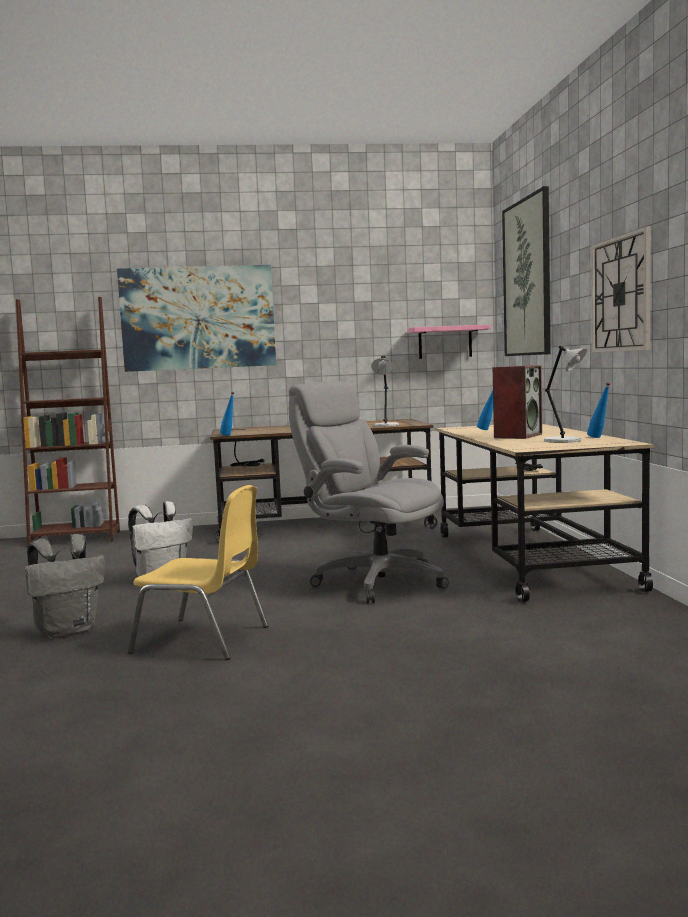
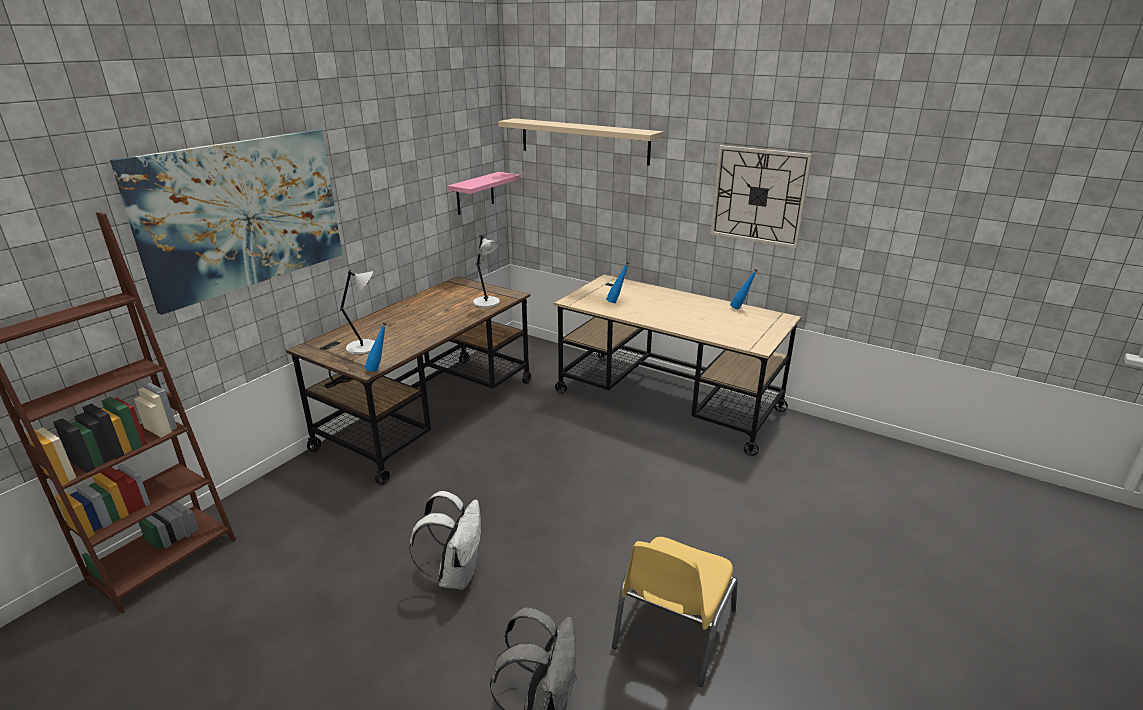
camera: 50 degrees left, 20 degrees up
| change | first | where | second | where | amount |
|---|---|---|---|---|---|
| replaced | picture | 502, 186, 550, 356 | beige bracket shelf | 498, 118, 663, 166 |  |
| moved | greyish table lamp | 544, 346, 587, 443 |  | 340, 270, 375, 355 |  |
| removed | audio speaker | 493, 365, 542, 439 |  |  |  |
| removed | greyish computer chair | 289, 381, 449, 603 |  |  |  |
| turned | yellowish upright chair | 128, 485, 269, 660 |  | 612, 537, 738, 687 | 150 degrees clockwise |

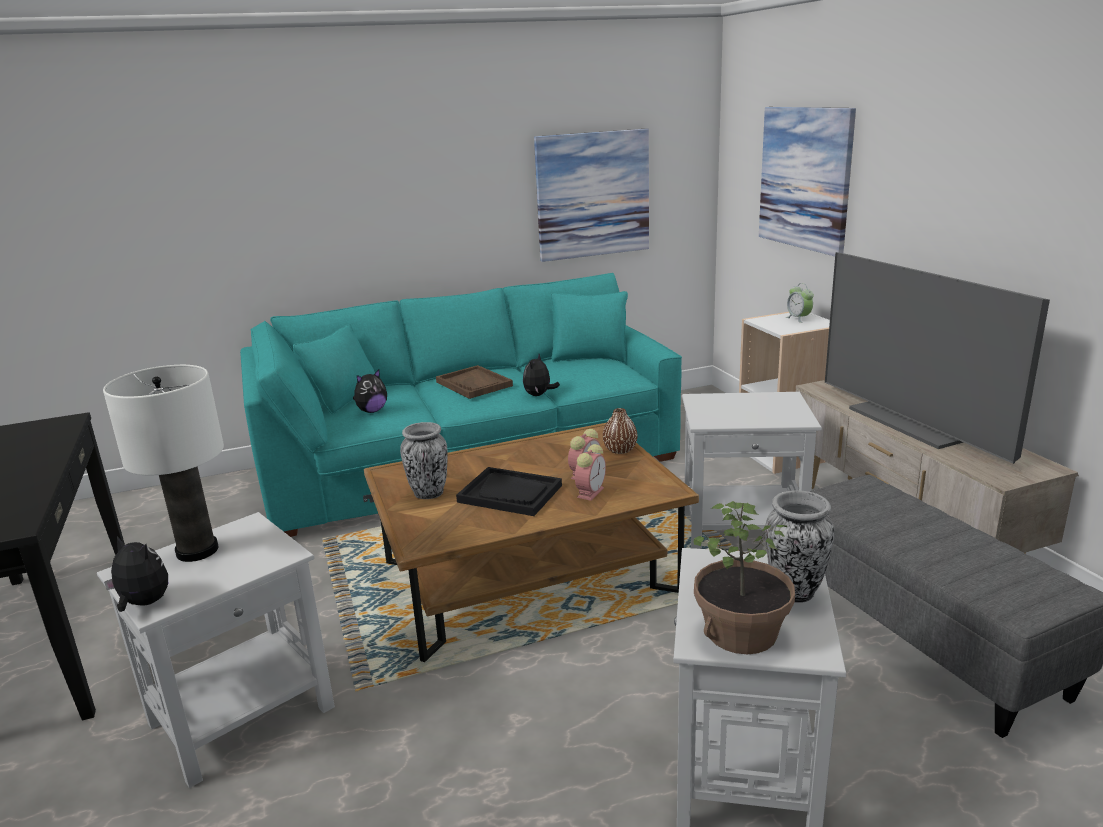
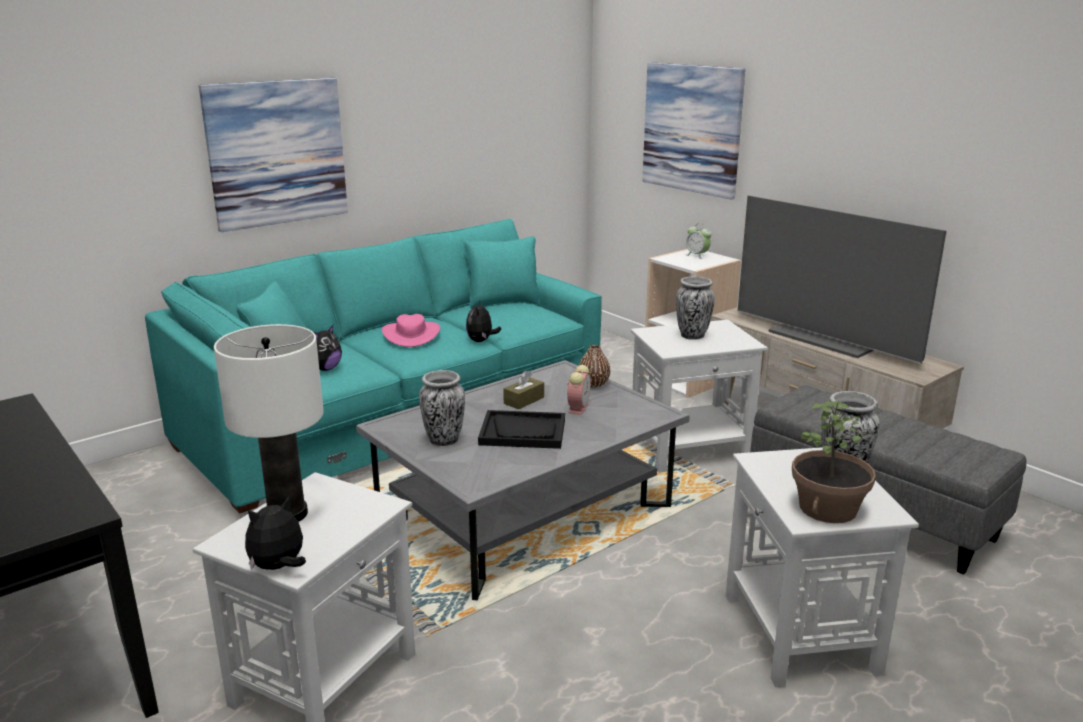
camera: 20 degrees left, 0 degrees up
| change | first | where | second | where | amount |
|---|---|---|---|---|---|
| moved | picture | 534, 129, 649, 262 |  | 199, 78, 348, 232 |  |
| replaced | brown-coloured carrying tray | 436, 365, 513, 399 | pink-coloured clothing hat | 382, 314, 440, 347 |  |
| recoloured | brown-coloured coffee table | 364, 423, 699, 662 | greyish coffee table | 356, 360, 690, 600 |  |
| removed | table clock | 575, 444, 606, 501 |  |  |  |
| turned | cuddly toy | 104, 536, 168, 612 |  | 245, 496, 306, 570 | 45 degrees counterclockwise |
| added |  |  | decorative vase | 676, 276, 715, 340 |  |
| added |  |  | brown-coloured tissue box | 503, 370, 544, 410 |  |

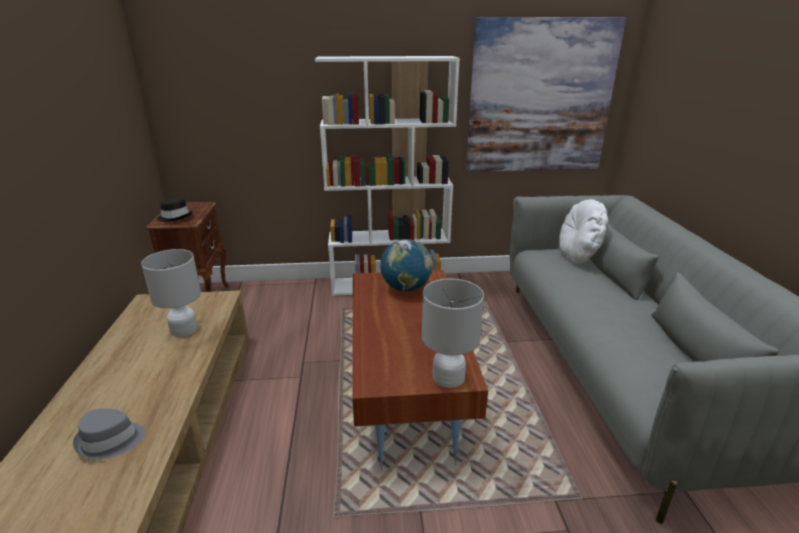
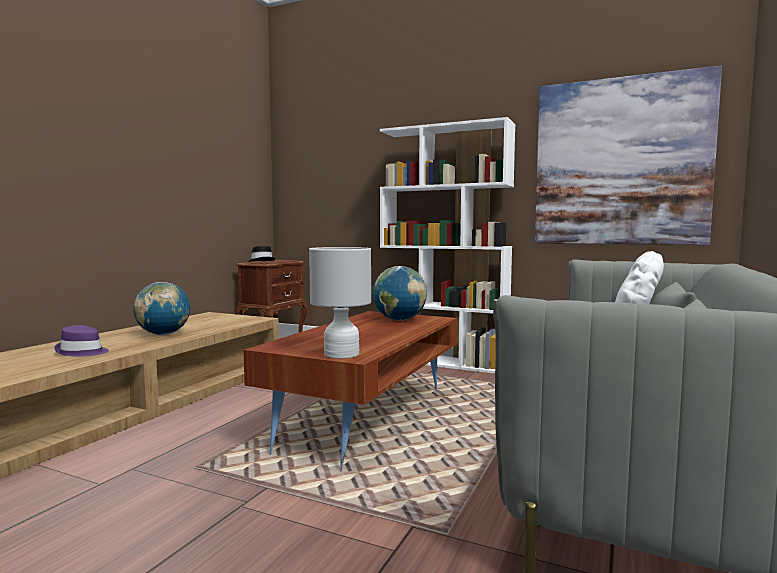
camera: 30 degrees right, 20 degrees down
| change | first | where | second | where | amount |
|---|---|---|---|---|---|
| removed | greyish table lamp | 141, 249, 201, 337 |  |  |  |
| recoloured | greyish clothing hat | 73, 409, 145, 460 | purple-coloured clothing hat | 54, 325, 109, 357 |  |
| added |  |  | desk globe | 133, 282, 190, 335 |  |

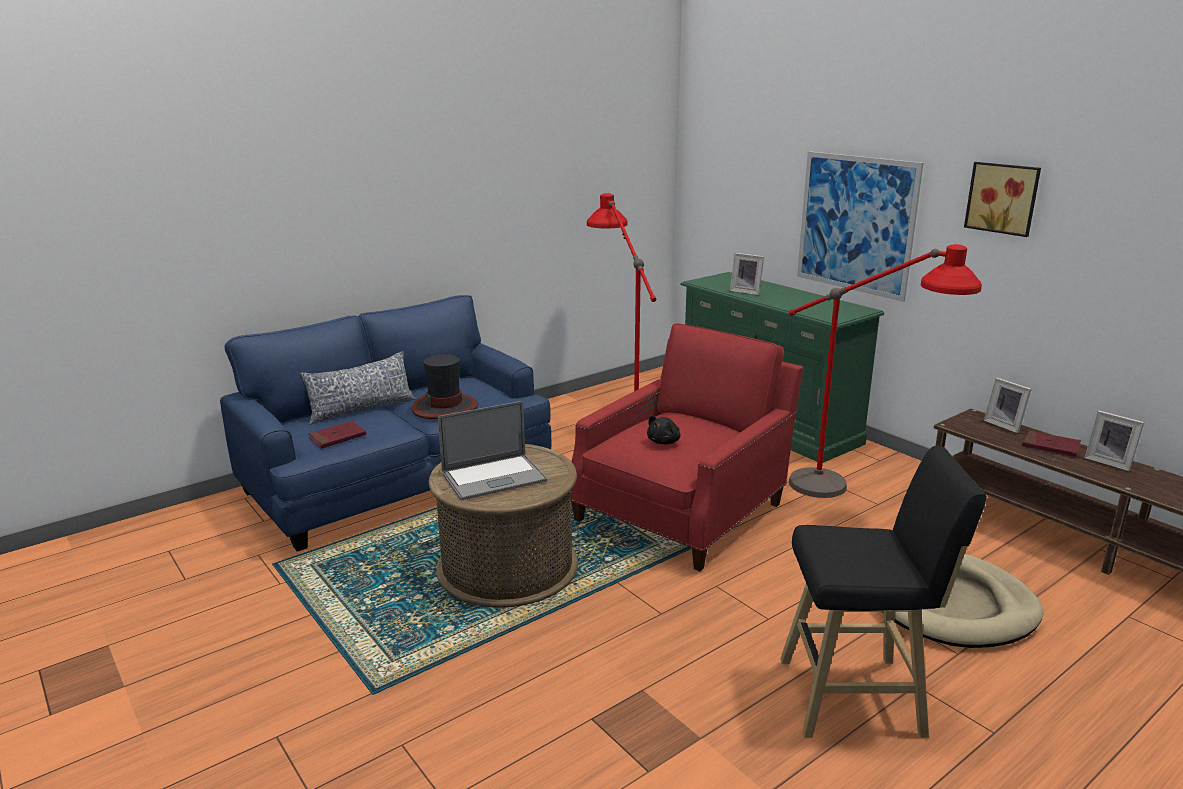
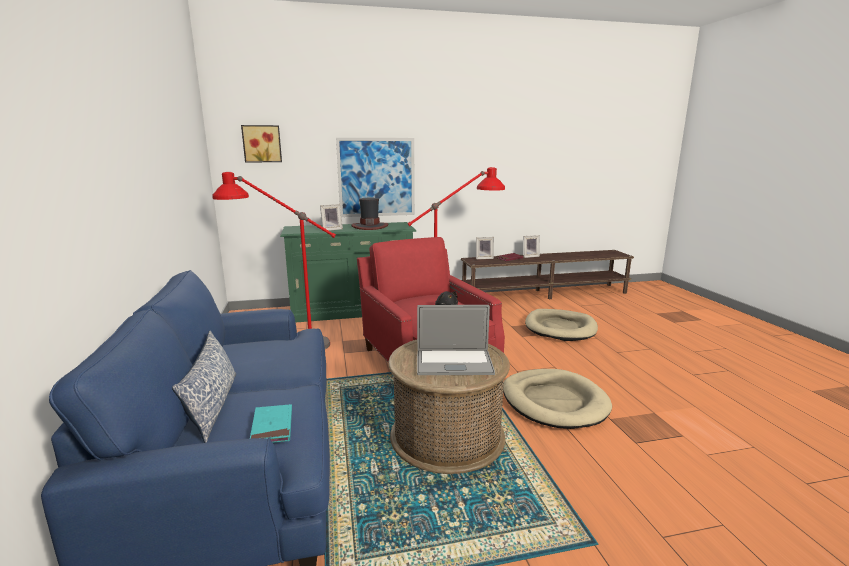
camera: 65 degrees left, 5 degrees down
| change | first | where | second | where | amount |
|---|---|---|---|---|---|
| moved | picture | 964, 162, 1041, 237 |  | 241, 125, 282, 163 |  |
| moved | clothing hat | 411, 355, 478, 419 |  | 351, 198, 388, 230 |  |
| turned | laptop | 438, 401, 547, 501 |  | 417, 305, 495, 375 | 90 degrees clockwise |
| recoloured | reddish book | 309, 421, 366, 449 | turquoise-coloured book | 250, 404, 292, 443 |  |
| removed | black-coloured stool seat | 780, 446, 986, 738 |  |  |  |
| added |  |  | beige dog bed | 503, 369, 612, 429 |  |

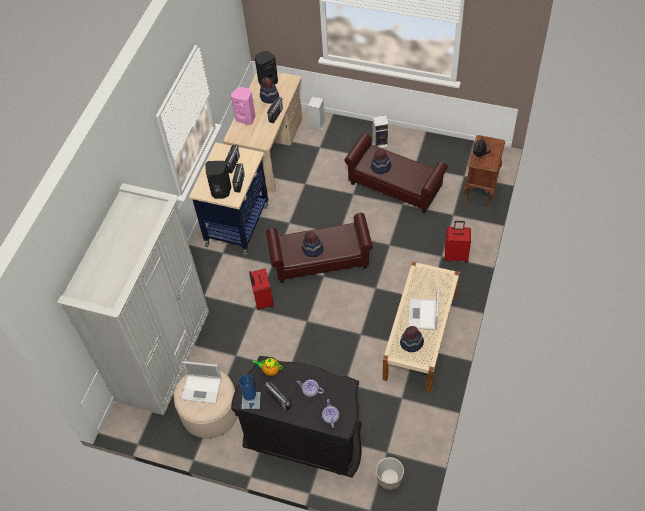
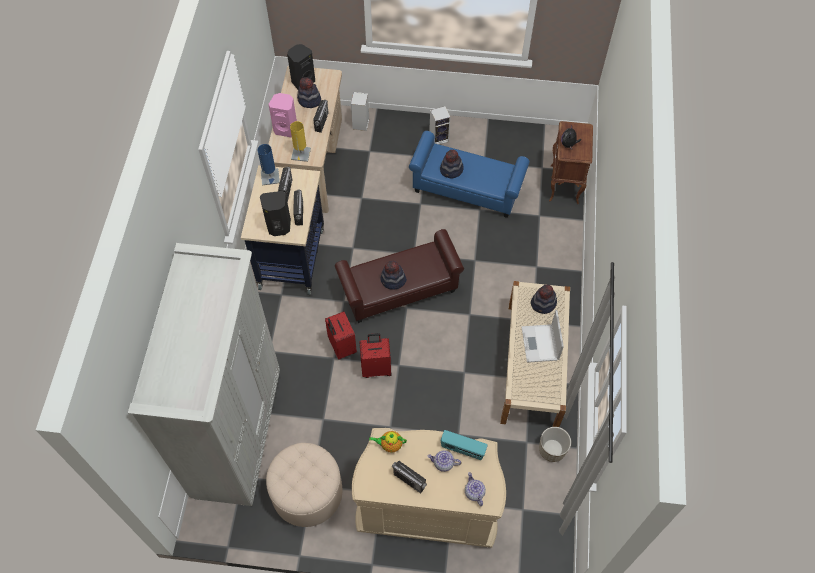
camera: 15 degrees left, 5 degrees up
| change | first | where | second | where | amount |
|---|---|---|---|---|---|
| recoloured | brown-coloured pouffe | 344, 133, 448, 213 | bluish pouffe | 409, 131, 530, 218 |  |
| moved | reddish suitcase | 445, 221, 471, 263 |  | 359, 333, 392, 378 |  |
| moved | clothing hat | 400, 326, 424, 352 |  | 531, 285, 557, 314 |  |
| recoloured | black-coloured dresser | 231, 356, 361, 477 | beige dresser | 352, 428, 506, 548 |  |
| removed | laptop | 181, 361, 222, 404 |  |  |  |
| moved | bluish table lamp | 239, 374, 261, 409 |  | 258, 144, 280, 185 |  |
| moved | flower pot | 376, 457, 404, 490 |  | 539, 427, 571, 462 |  |
| added |  |  | yellowish table lamp | 290, 121, 311, 162 |  |
| added |  |  | radio | 441, 430, 488, 460 |  |

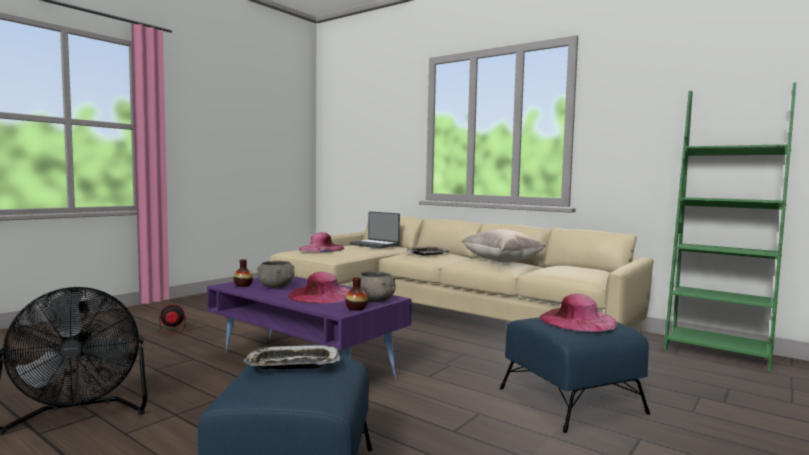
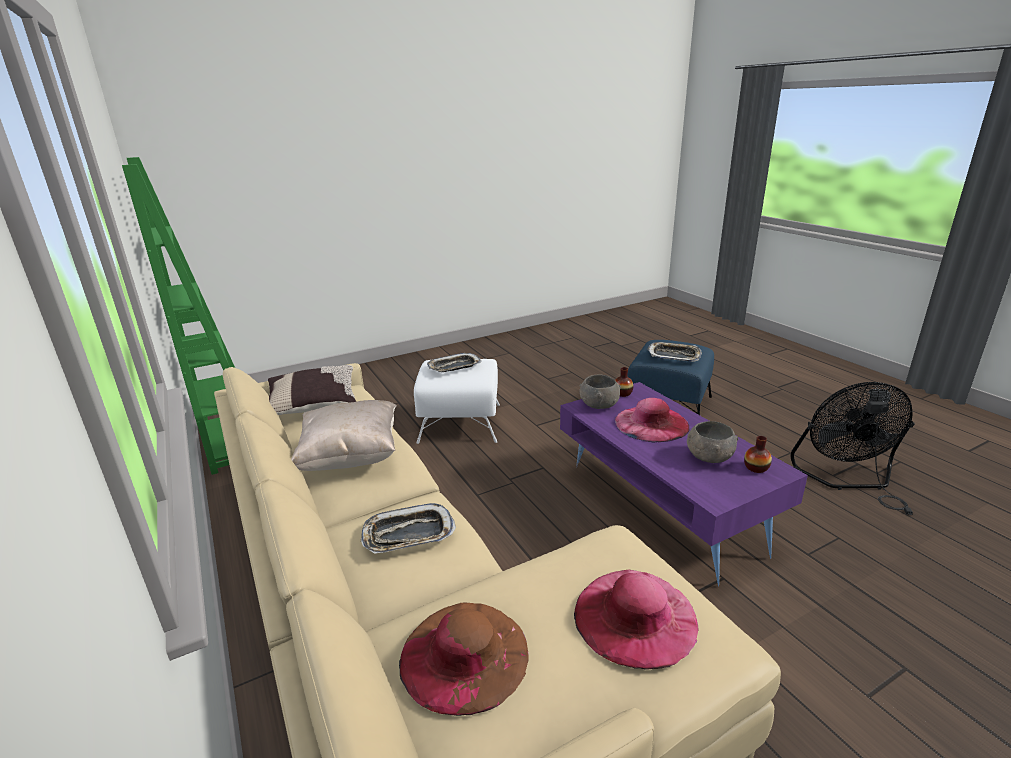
camera: 155 degrees left, 20 degrees up
| change | first | where | second | where | amount |
|---|---|---|---|---|---|
| replaced | laptop | 349, 212, 400, 248 | brown-coloured clothing hat | 399, 603, 529, 716 |  |
| replaced | pink-coloured clothing hat | 539, 294, 618, 332 | carrying tray | 427, 353, 482, 372 |  |
| removed | cooling fan | 134, 304, 186, 350 |  |  |  |
| recoloured | bluish pouffe | 500, 318, 650, 433 | white pouffe | 414, 359, 500, 444 |  |
| added |  |  | pillow | 268, 365, 356, 415 |  |

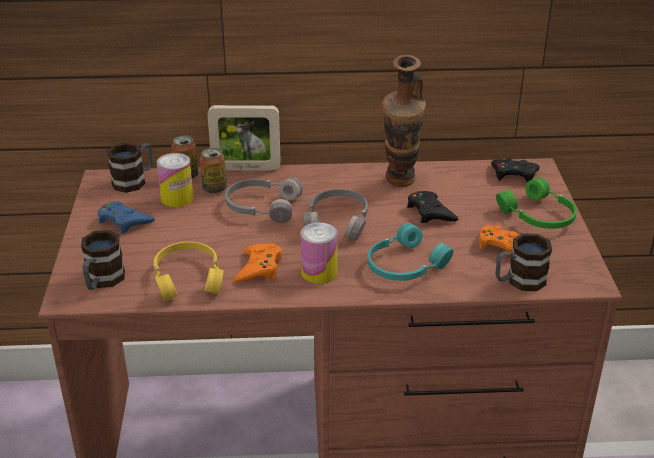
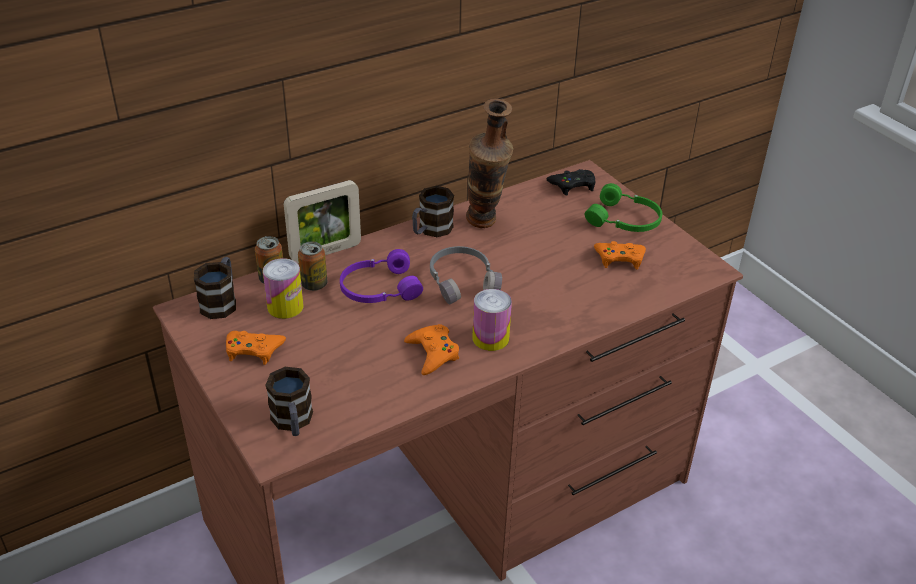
camera: 30 degrees left, 5 degrees up
| change | first | where | second | where | amount |
|---|---|---|---|---|---|
| recoloured | greyish headphones | 225, 177, 303, 223 | purple-coloured headphones | 340, 249, 423, 303 |  |
| removed | black-coloured gamepad | 407, 191, 458, 223 |  |  |  |
| recoloured | bluish gamepad | 98, 201, 155, 234 | orangey gamepad | 226, 331, 286, 365 |  |
| removed | turquoise-coloured headphones | 368, 223, 454, 281 |  |  |  |
| moved | coffee mug | 496, 233, 552, 291 |  | 412, 186, 454, 237 |  |
| removed | yellowish headphones | 153, 242, 224, 301 |  |  |  |

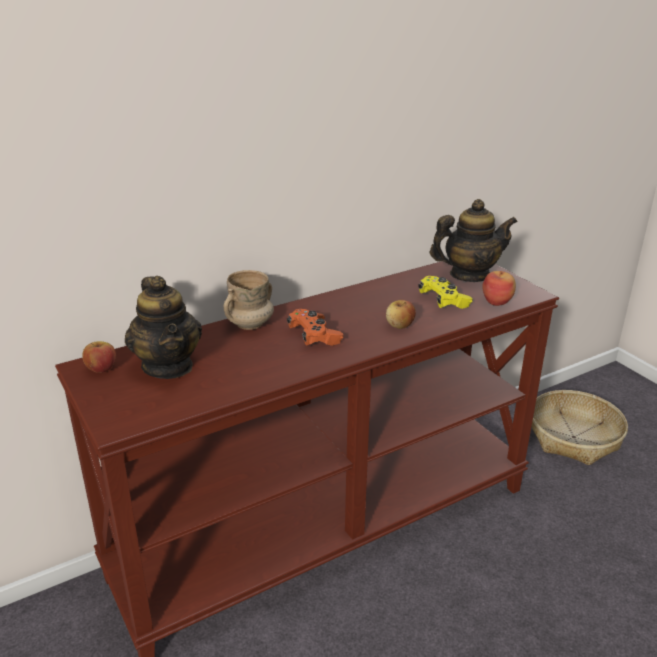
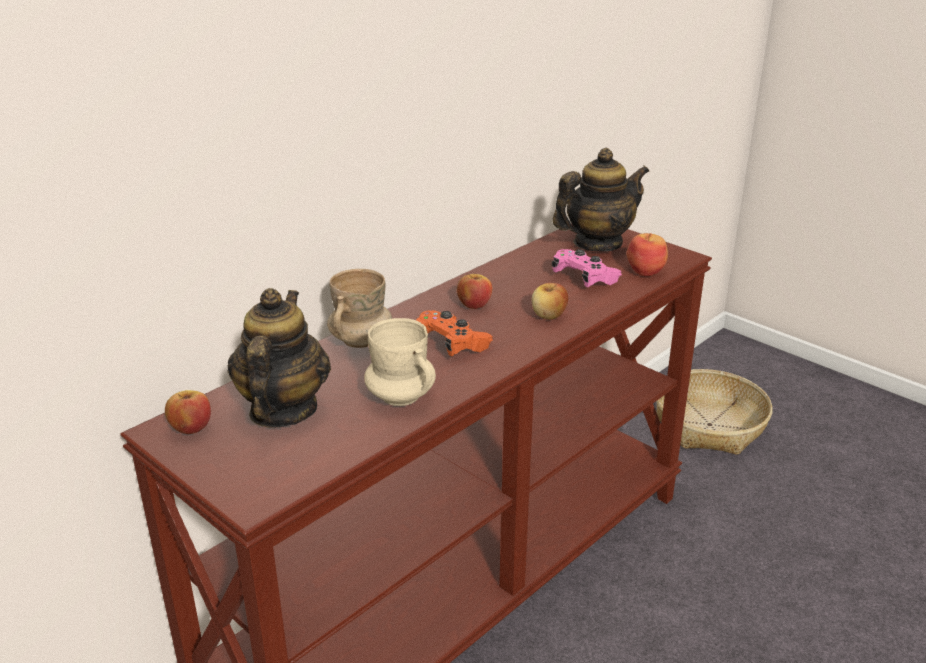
camera: 15 degrees left, 0 degrees up
| change | first | where | second | where | amount |
|---|---|---|---|---|---|
| turned | teapot | 125, 276, 202, 379 |  | 227, 288, 331, 428 | 135 degrees counterclockwise |
| recoloured | yellowish gamepad | 419, 276, 473, 309 | pink-coloured gamepad | 552, 249, 622, 287 |  |
| added |  |  | whole apple | 457, 274, 492, 309 |  |
| added |  |  | beige coffee mug | 364, 318, 436, 406 |  |

